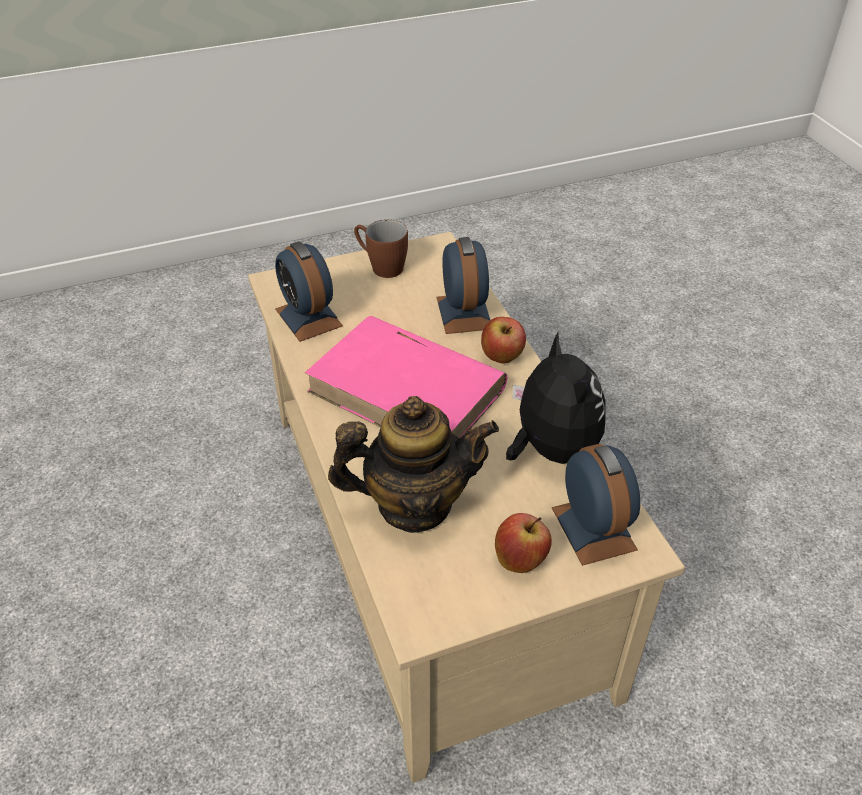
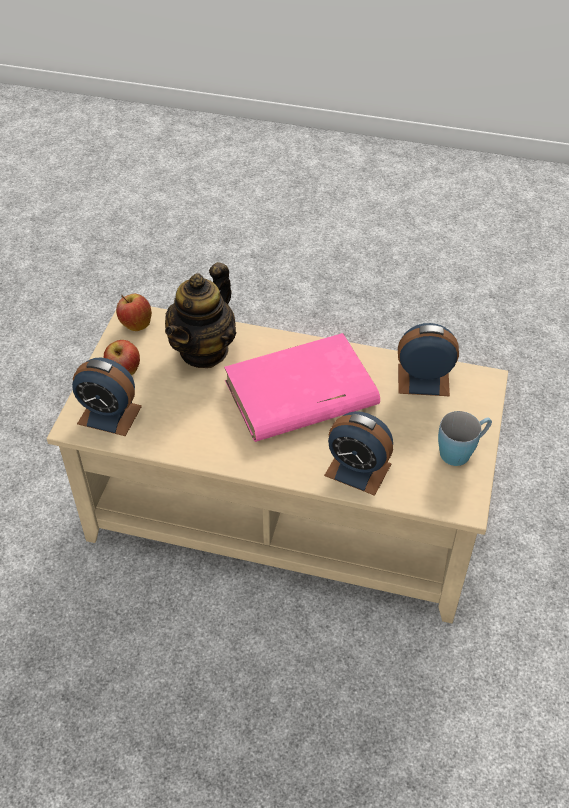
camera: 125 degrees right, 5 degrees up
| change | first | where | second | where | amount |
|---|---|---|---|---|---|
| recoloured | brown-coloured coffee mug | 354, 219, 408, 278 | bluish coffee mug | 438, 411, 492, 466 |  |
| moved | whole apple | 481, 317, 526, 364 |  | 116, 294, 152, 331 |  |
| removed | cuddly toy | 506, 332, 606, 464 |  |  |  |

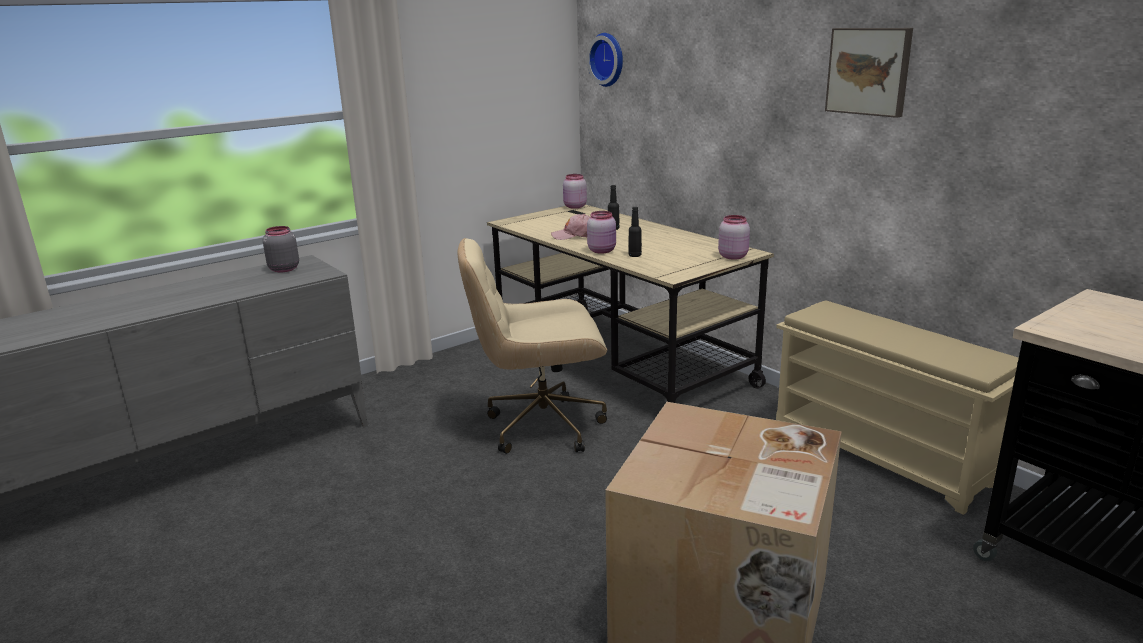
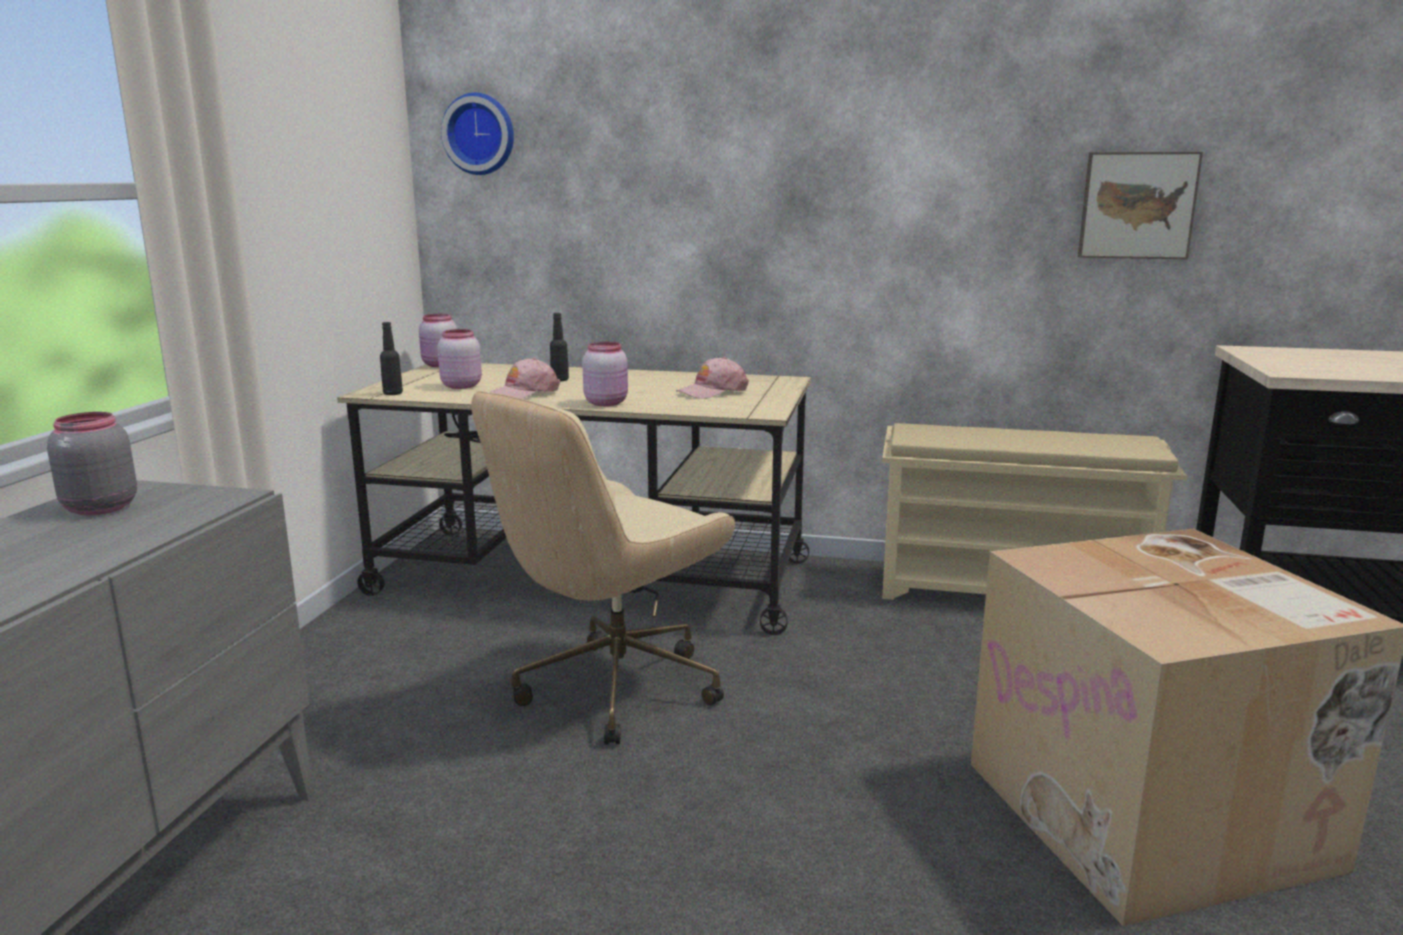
camera: 40 degrees left, 5 degrees down
| change | first | where | second | where | amount |
|---|---|---|---|---|---|
| moved | picture | 825, 28, 913, 118 |  | 1078, 152, 1203, 259 |  |
| moved | black-coloured beverage bottle | 628, 207, 642, 257 |  | 380, 322, 403, 395 |  |
| moved | pink-coloured storage jar | 718, 215, 750, 260 |  | 437, 329, 482, 389 |  |
| added |  |  | pink-coloured peaked cap | 676, 357, 749, 399 |  |

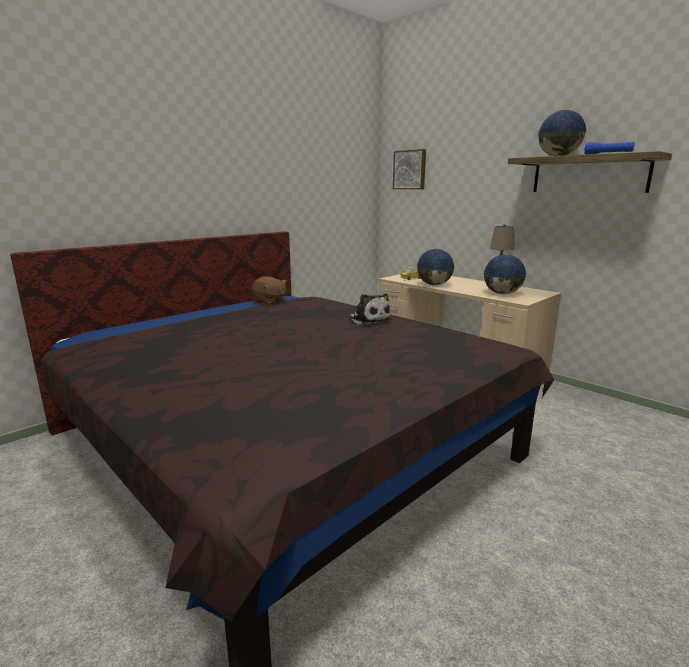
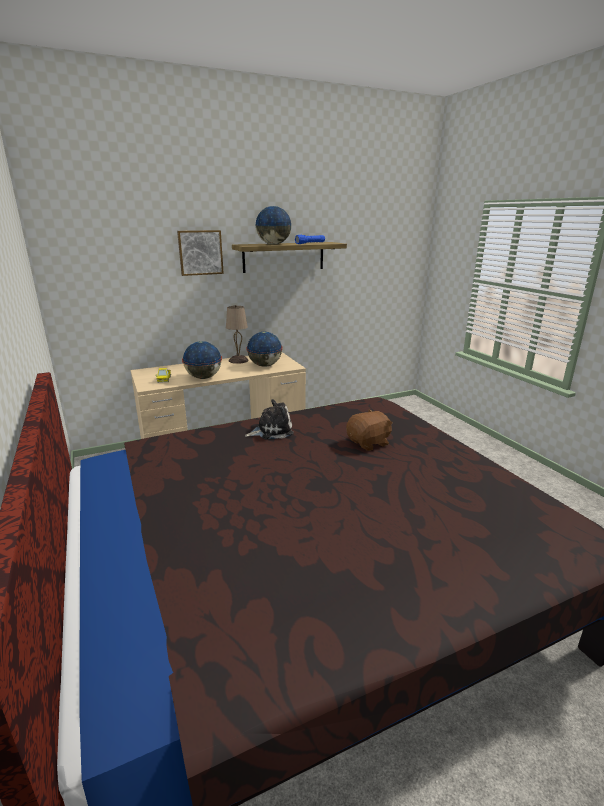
camera: 70 degrees left, 5 degrees up
| change | first | where | second | where | amount |
|---|---|---|---|---|---|
| moved | picture | 393, 149, 426, 189 |  | 177, 230, 224, 276 |  |
| moved | brown-coloured cuddly toy | 252, 276, 287, 305 |  | 346, 410, 393, 451 |  |

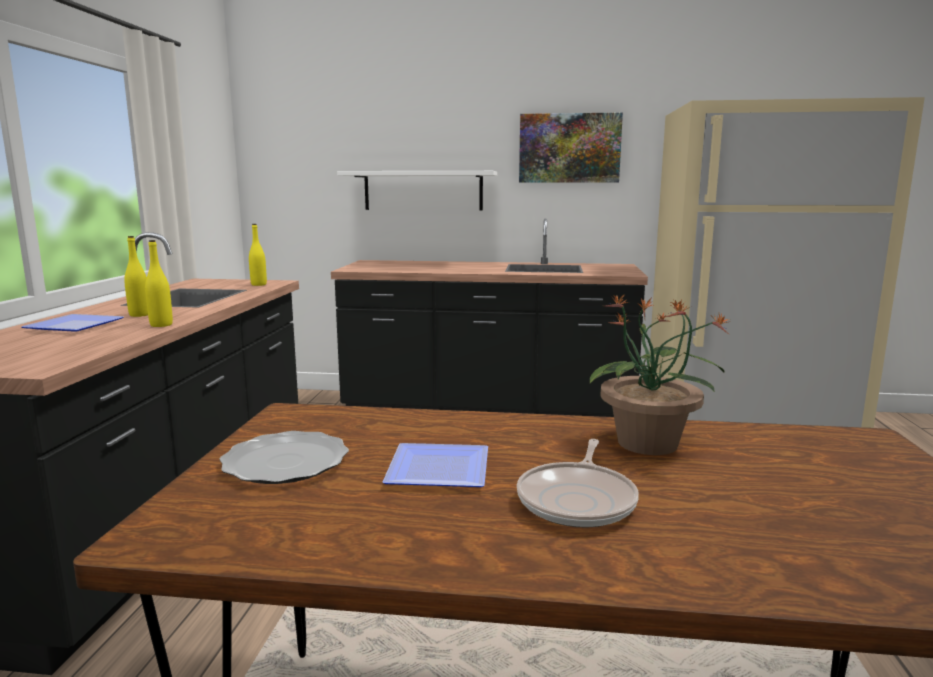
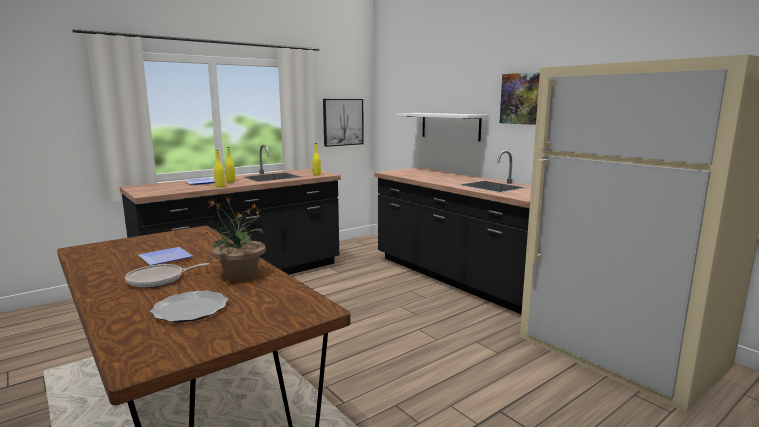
camera: 45 degrees right, 0 degrees up
| change | first | where | second | where | amount |
|---|---|---|---|---|---|
| moved | plate | 220, 431, 349, 484 |  | 150, 291, 228, 322 |  |
| added |  |  | picture | 323, 99, 364, 147 |  |

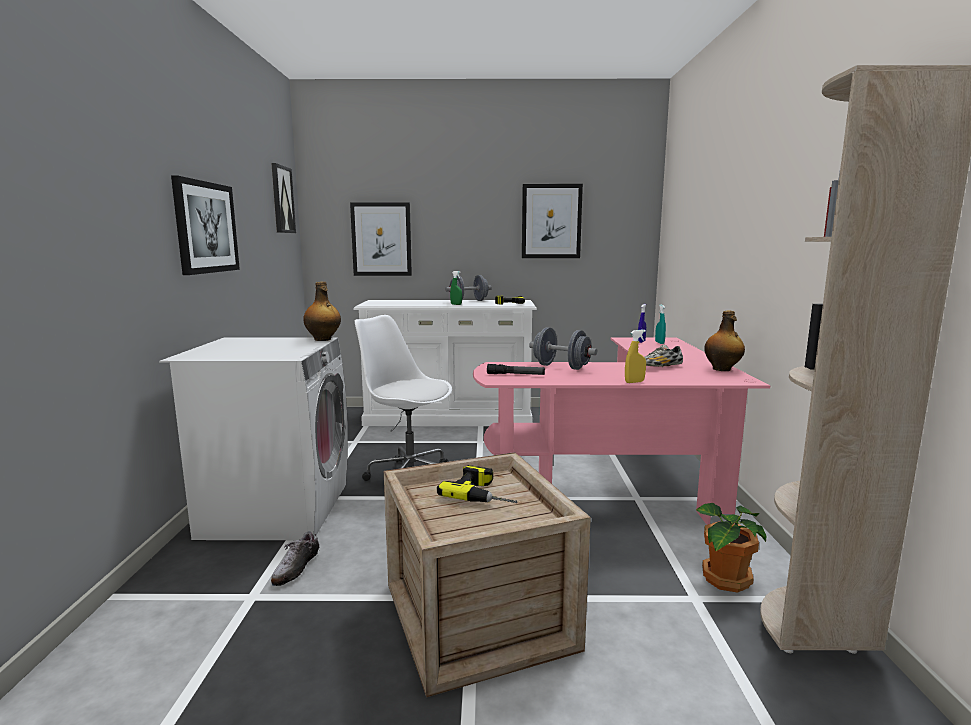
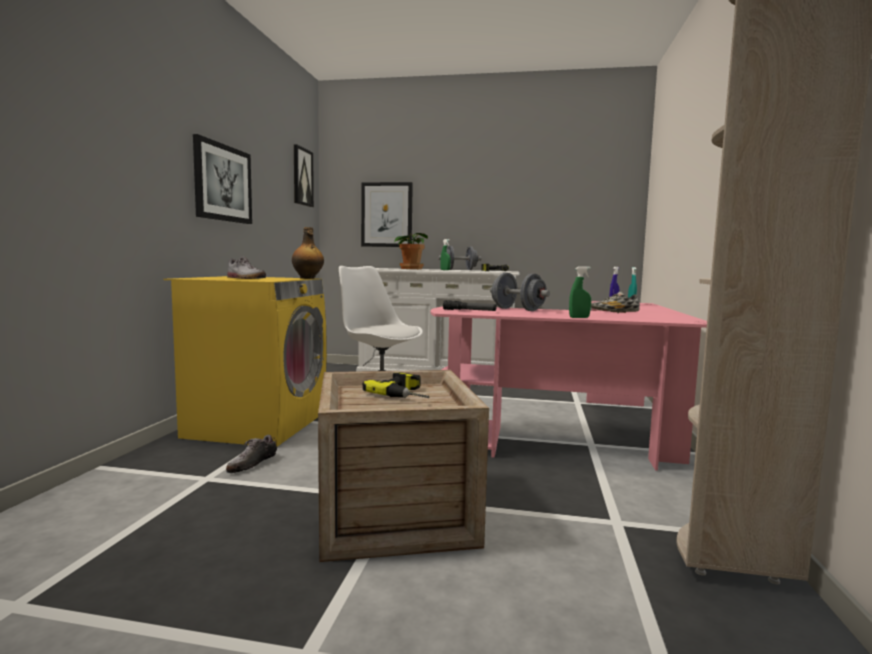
camera: 10 degrees right, 5 degrees down
| change | first | where | second | where | amount |
|---|---|---|---|---|---|
| removed | picture | 522, 184, 583, 258 |  |  |  |
| removed | beverage bottle | 704, 311, 745, 371 |  |  |  |
| recoloured | yellowish hand sprayer | 625, 330, 646, 383 | green-coloured hand sprayer | 569, 266, 591, 318 |  |
| recoloured | white laundry machine | 159, 338, 348, 540 | yellowish laundry machine | 163, 276, 327, 447 |  |
| moved | potted plant | 696, 503, 766, 593 |  | 394, 233, 428, 269 |  |
| added |  |  | shoe | 227, 257, 266, 279 |  |

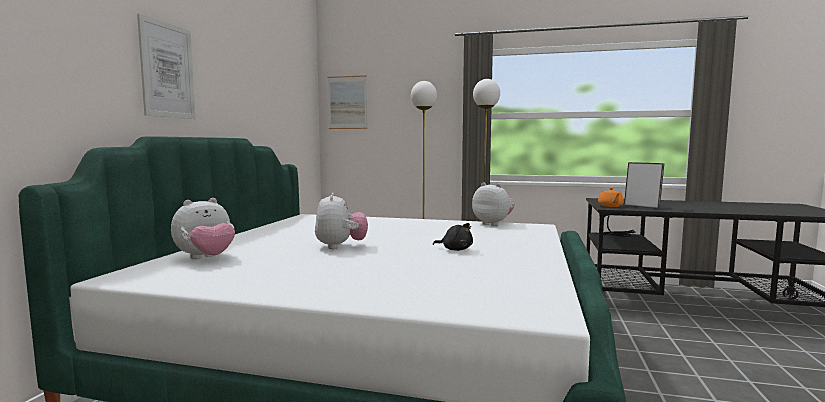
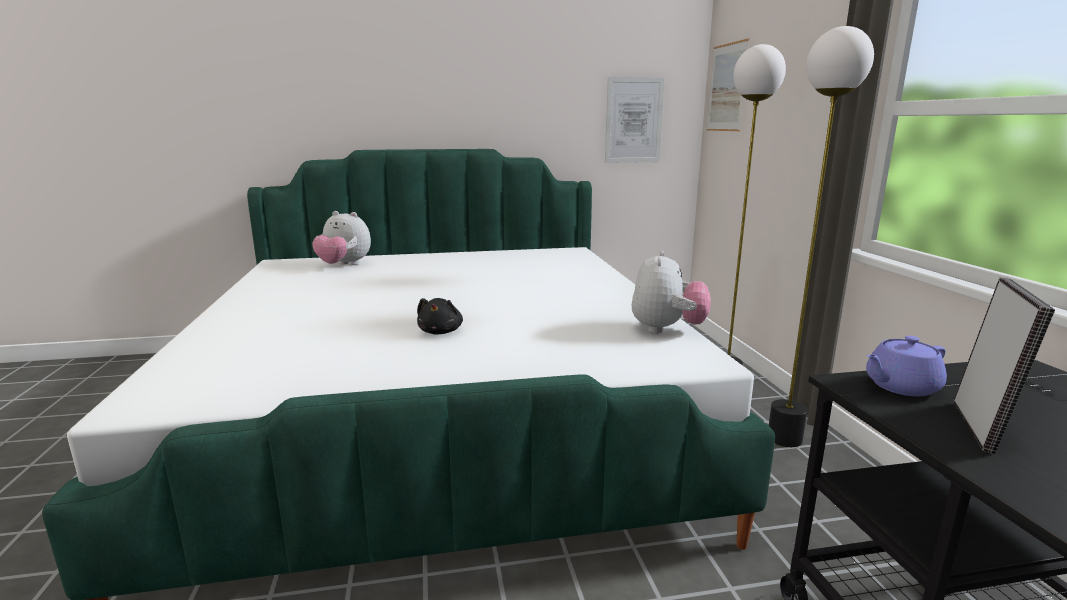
camera: 65 degrees right, 10 degrees up
| change | first | where | second | where | amount |
|---|---|---|---|---|---|
| moved | picture | 137, 14, 196, 119 |  | 605, 77, 665, 163 |  |
| recoloured | orangey teapot | 598, 188, 624, 207 | purple-coloured teapot | 866, 336, 947, 396 |  |
| removed | cuddly toy | 315, 193, 368, 249 |  |  |  |

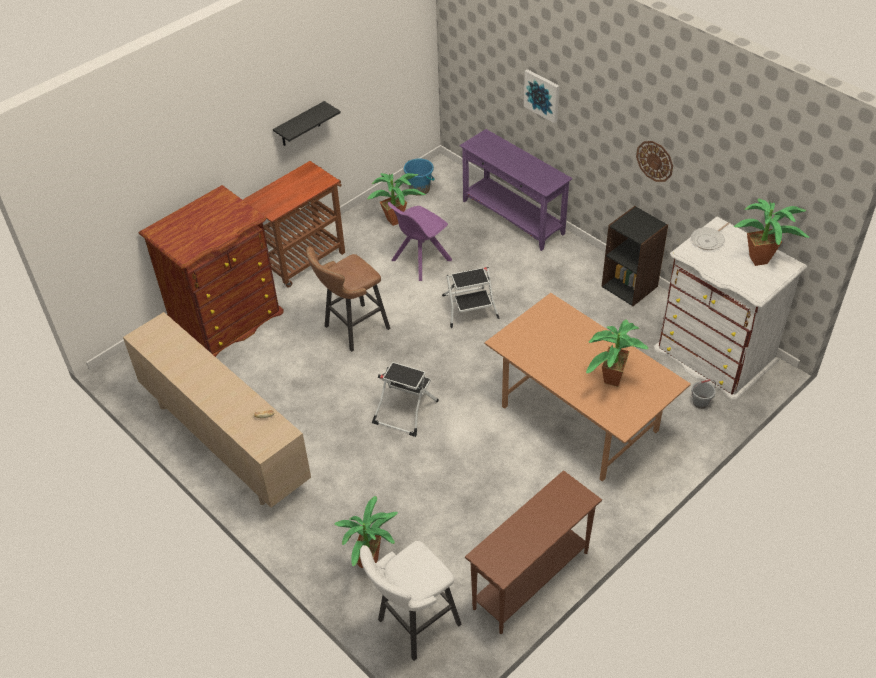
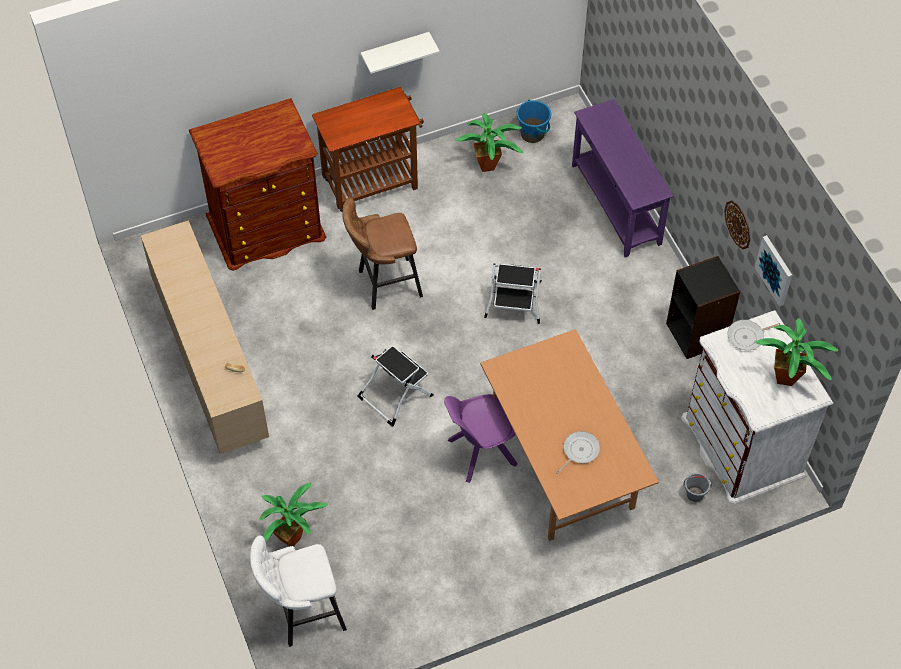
camera: 20 degrees right, 10 degrees up
| change | first | where | second | where | amount |
|---|---|---|---|---|---|
| moved | picture | 524, 69, 559, 123 |  | 755, 235, 792, 307 |  |
| recoloured | black-coloured bracket shelf | 273, 101, 341, 146 | white bracket shelf | 361, 32, 440, 74 |  |
| moved | purple-coloured upright chair | 388, 202, 452, 281 |  | 444, 394, 518, 483 |  |
| replaced | potted plant | 586, 319, 649, 386 | frying pan | 556, 431, 600, 474 |  |
| removed | brown-coloured console table | 465, 470, 602, 634 |  |  |  |

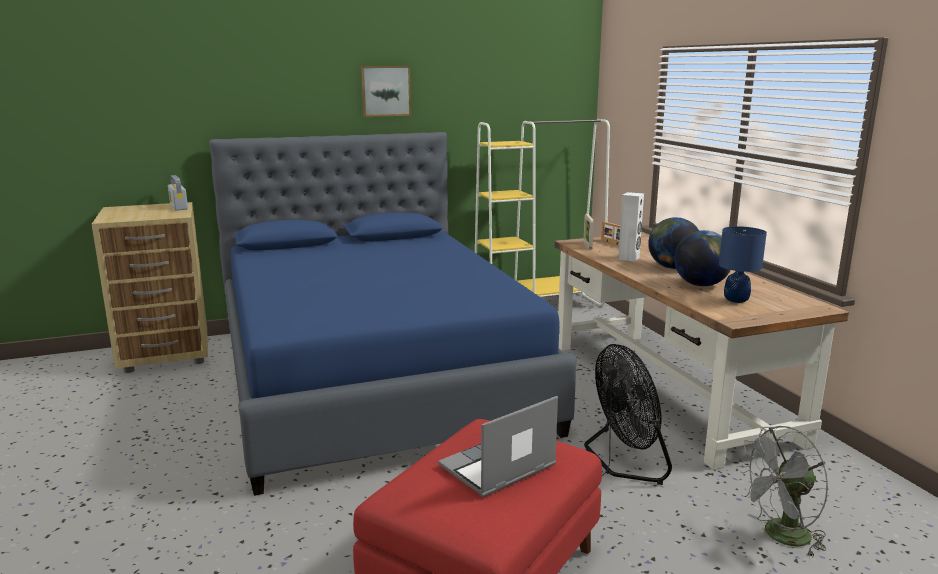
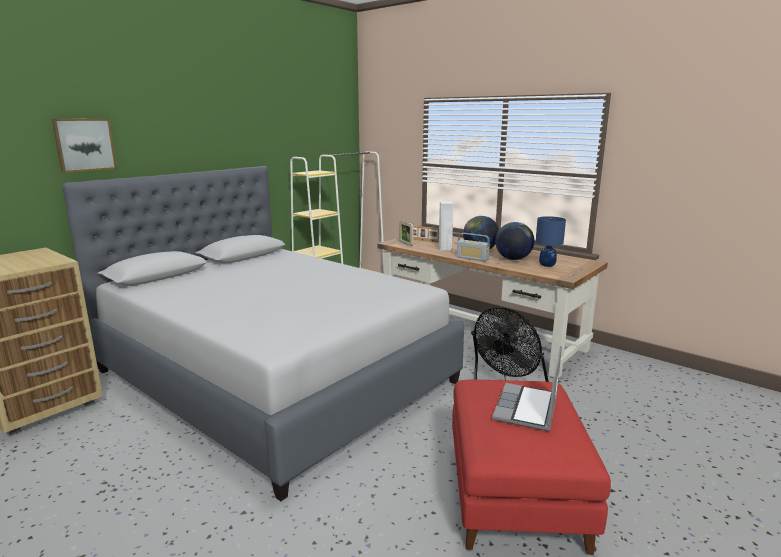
camera: 30 degrees left, 0 degrees up
| change | first | where | second | where | amount |
|---|---|---|---|---|---|
| moved | picture | 361, 66, 411, 117 |  | 52, 119, 117, 173 |  |
| recoloured | bluish bed | 209, 132, 577, 496 | greyish bed | 62, 166, 464, 501 |  |
| moved | radio | 168, 175, 188, 211 |  | 457, 233, 490, 261 |  |
| removed | greyish cooling fan | 737, 426, 828, 558 |  |  |  |

